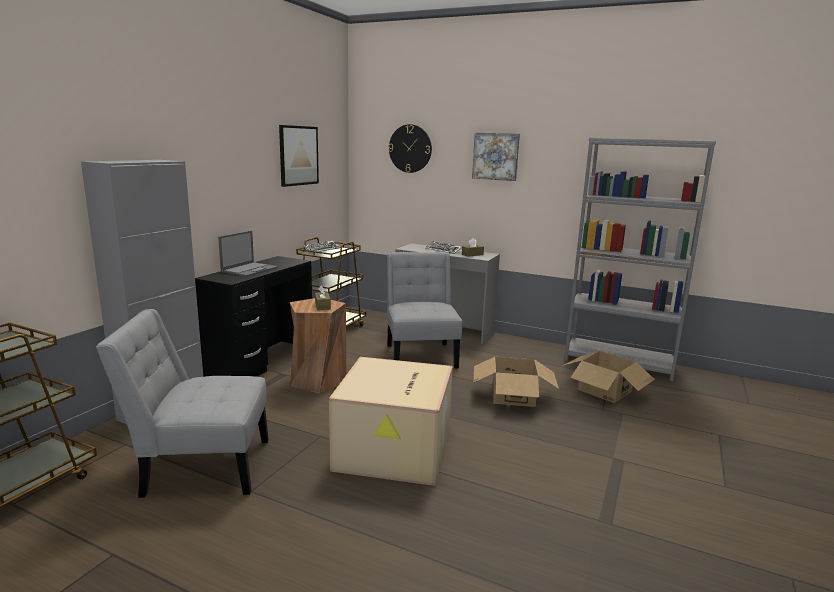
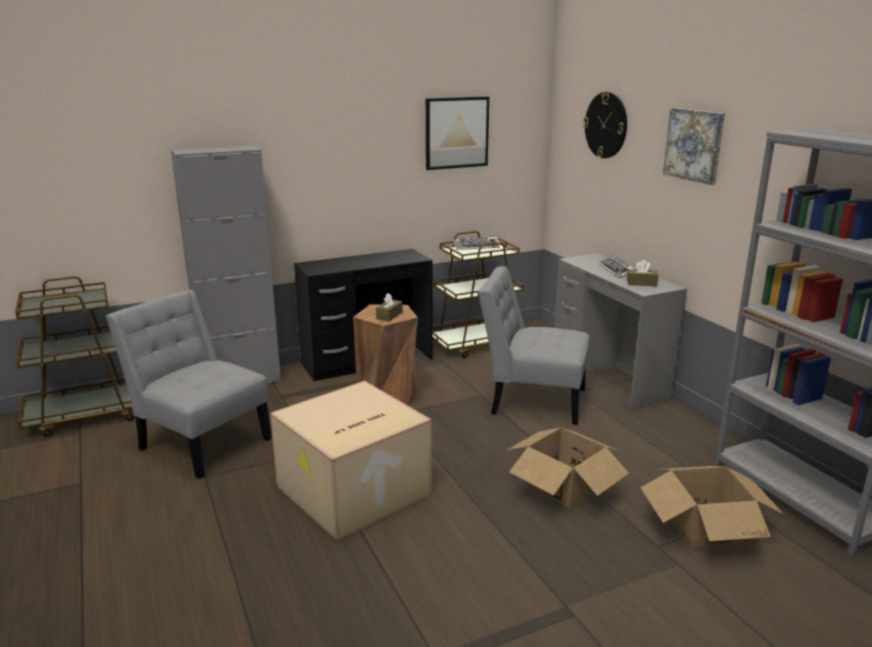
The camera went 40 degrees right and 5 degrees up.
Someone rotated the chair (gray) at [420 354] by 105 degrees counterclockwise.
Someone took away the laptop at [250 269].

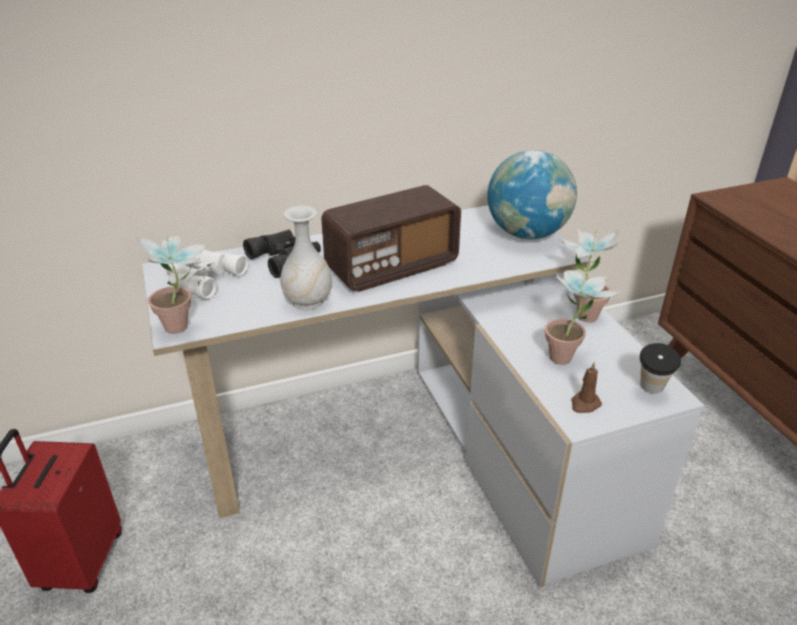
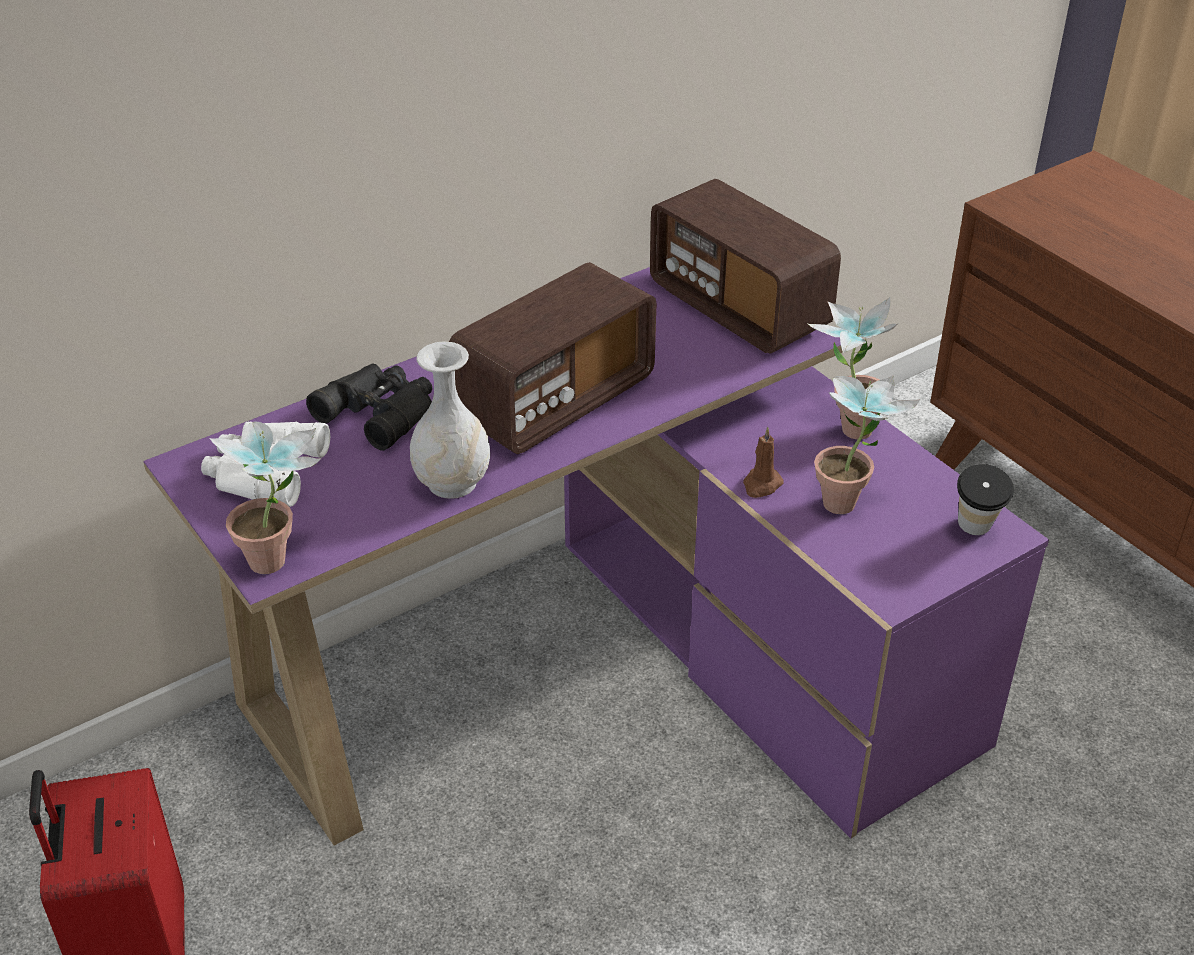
The camera went 15 degrees left and 5 degrees up.
Someone repainted the desk (whitish) at [420 446], which became the desk (purple-coloured) at [610 667].
Someone swapped the desk globe at [527 233] for the radio receiver at [739 308].
Someone carried the candle (brown) from [584 404] to [761 485].

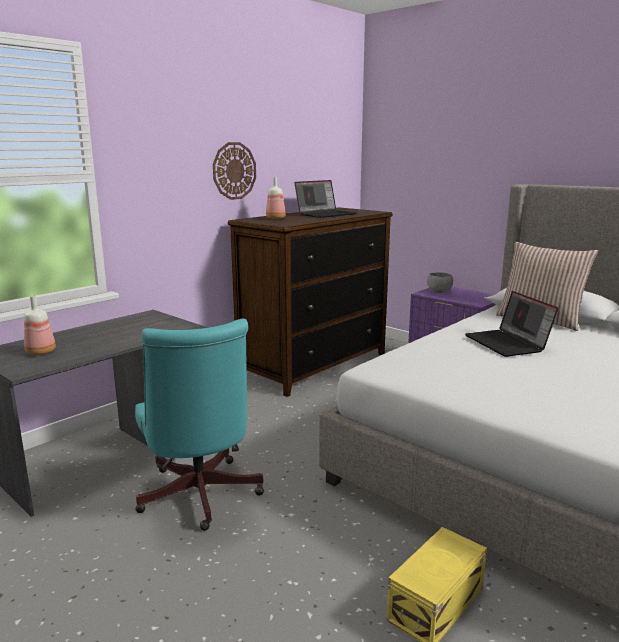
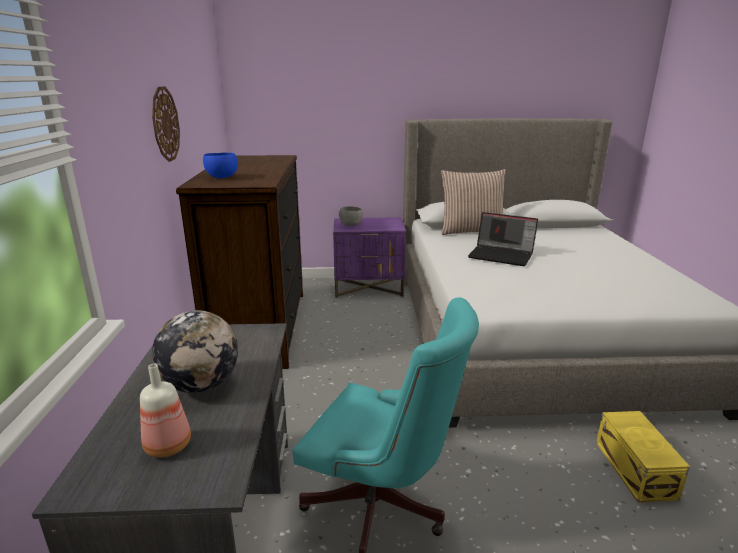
The camera went 45 degrees left and 5 degrees up.
Someone put down the desk globe at [201 385].
Someone swapped the drink bottle at [275 218] for the serving bowl (blue-coloured) at [221 177].
Someone took away the laptop at [326 214].

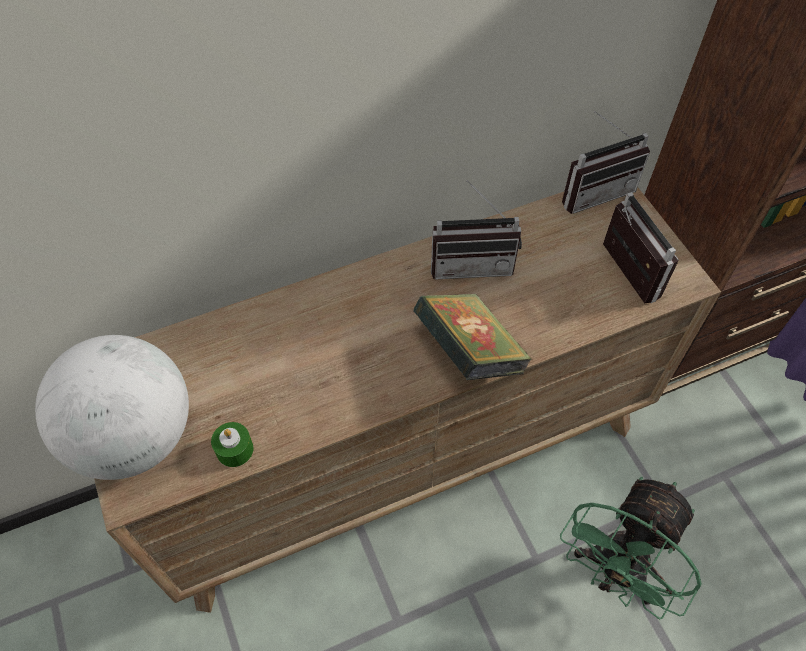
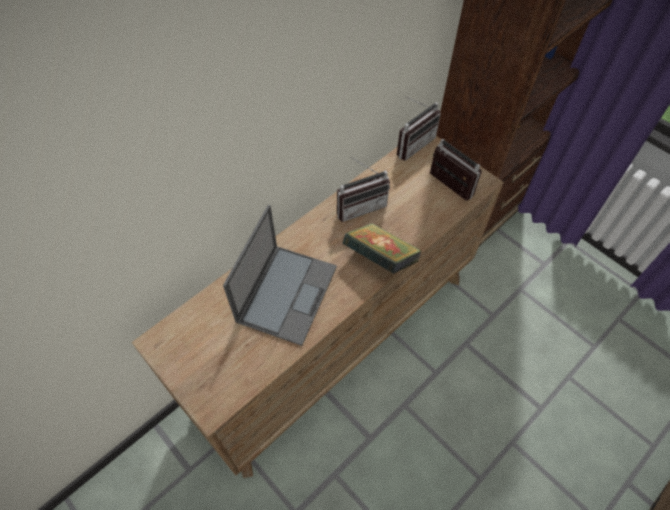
The camera went 20 degrees left and 0 degrees up.
Someone put down the laptop at [287 292].
Someone took away the desk globe at [134 437].
Someone took away the candle (green-coloured) at [234 449].
Someone took away the fan (green-coloured) at [614 571].

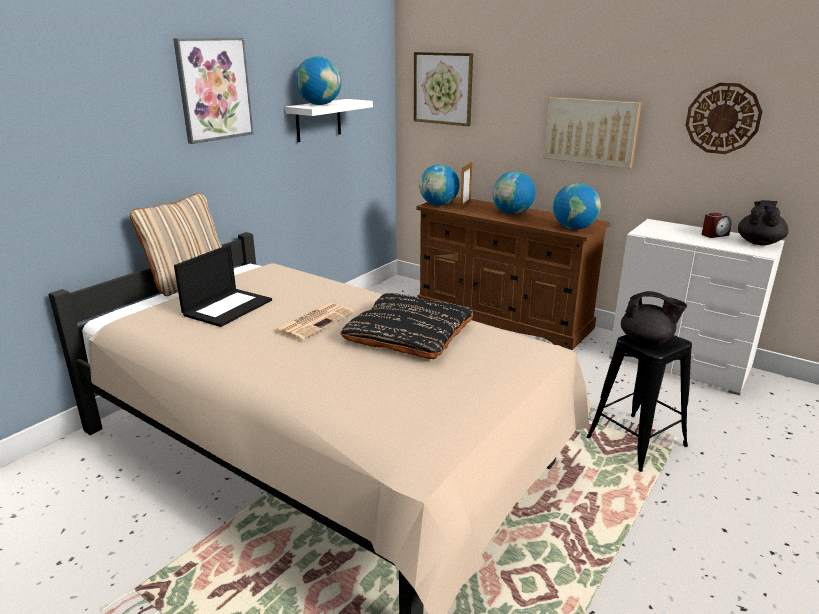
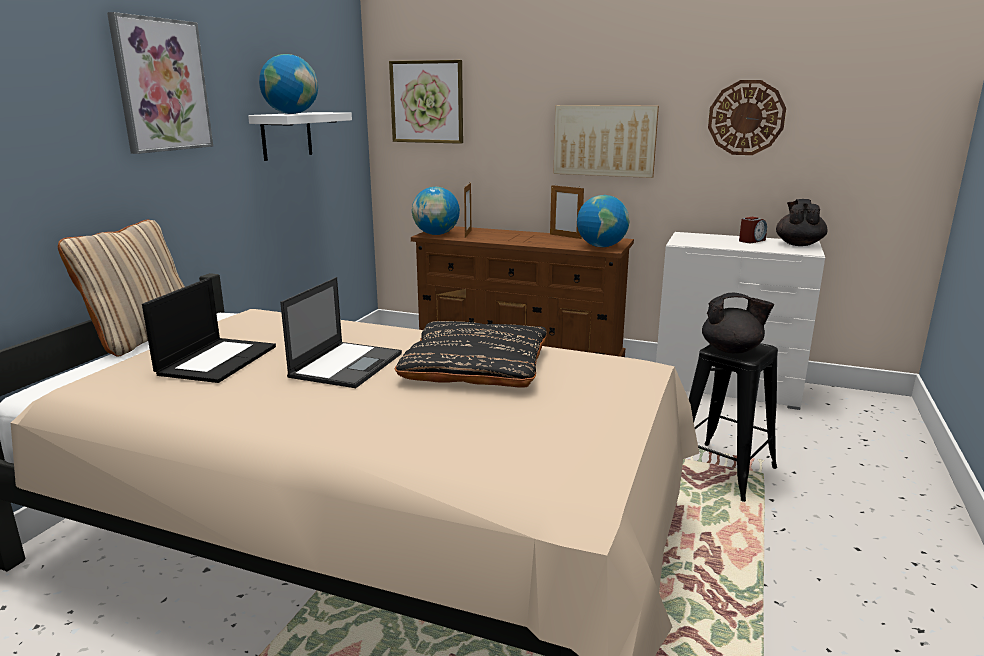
The camera went 15 degrees left and 5 degrees down.
Someone swapped the printed paper at [314 322] for the laptop at [347 364].
Someone put down the standing frame at [565 236].
Someone took away the desk globe at [512 213].

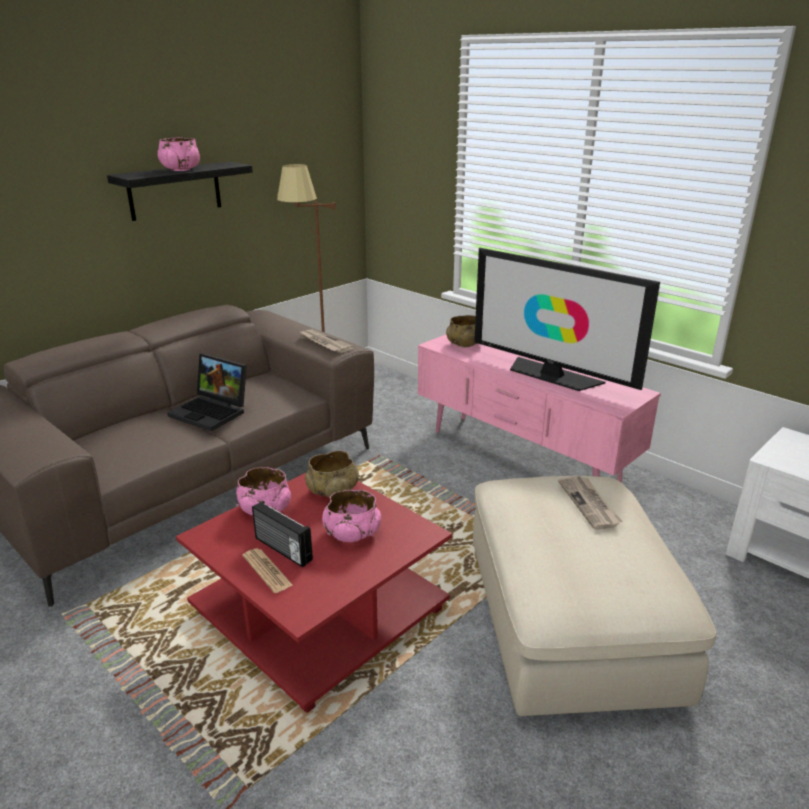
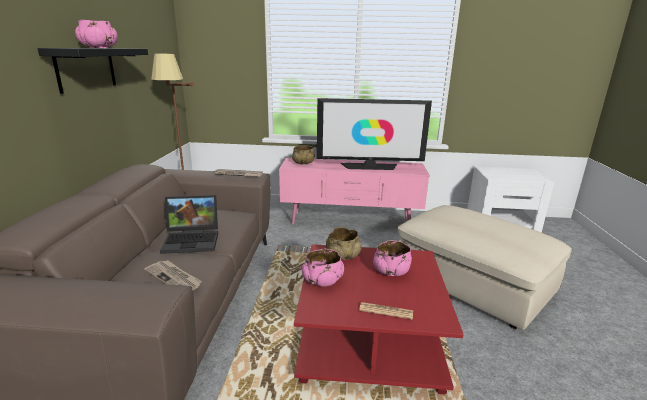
The camera went 40 degrees left and 5 degrees down.
Someone carried the printed paper from [589 504] to [174 278].
Someone took away the radio receiver at [282 549].

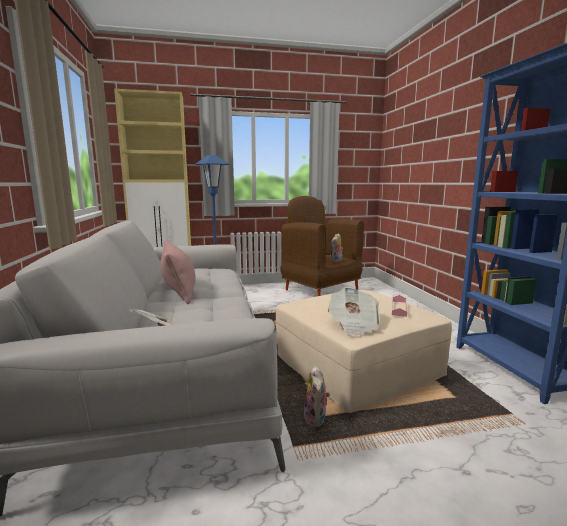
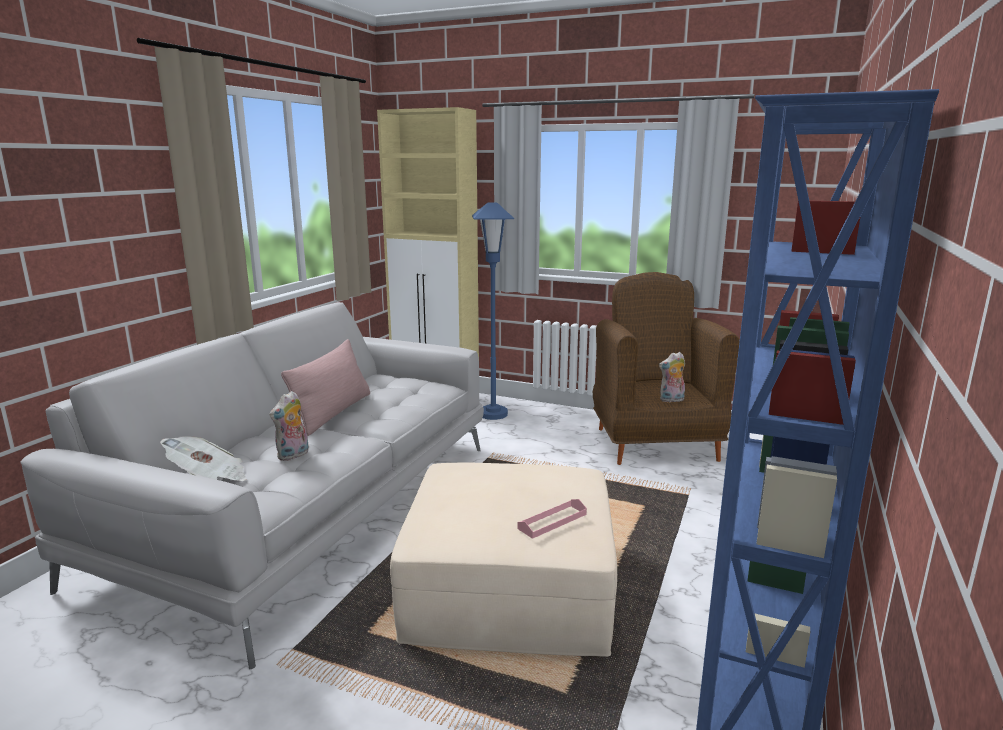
The camera went 35 degrees right and 5 degrees up.
Someone carried the plush toy from [316 420] to [293 455].
Someone took away the printed paper at [353 325].

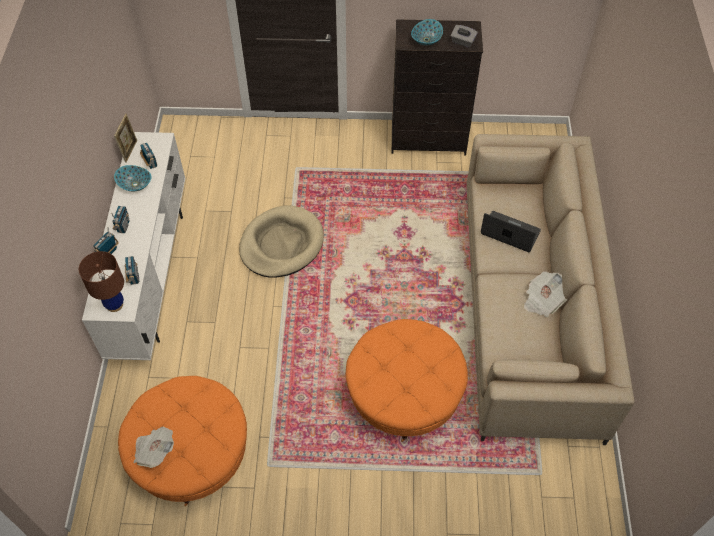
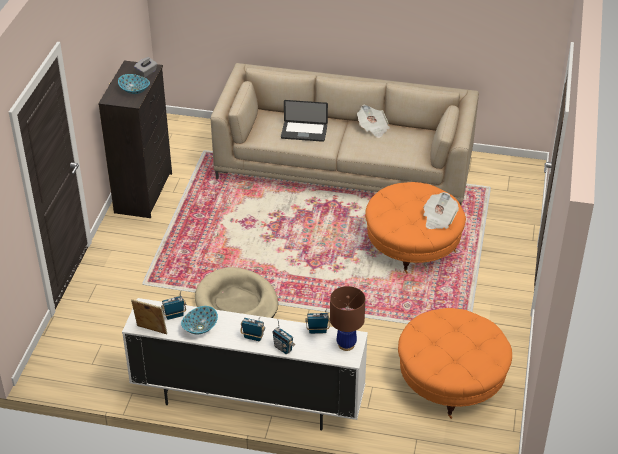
The camera went 80 degrees left and 15 degrees down.
Someone rotated the laptop at [510 232] by 120 degrees counterclockwise.
Someone carried the printed paper from [155 451] to [438 219].

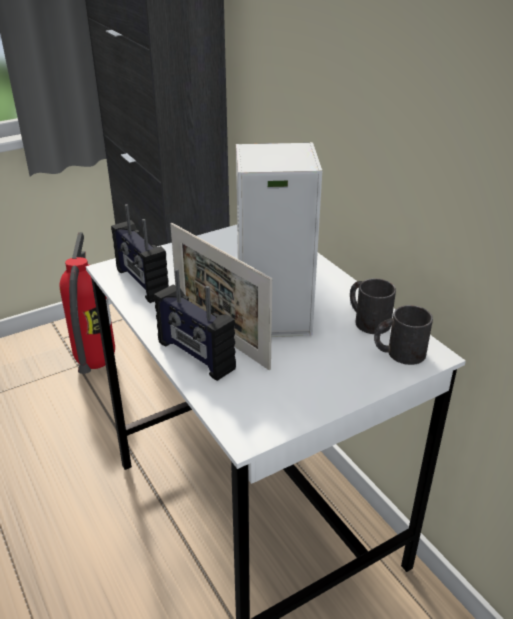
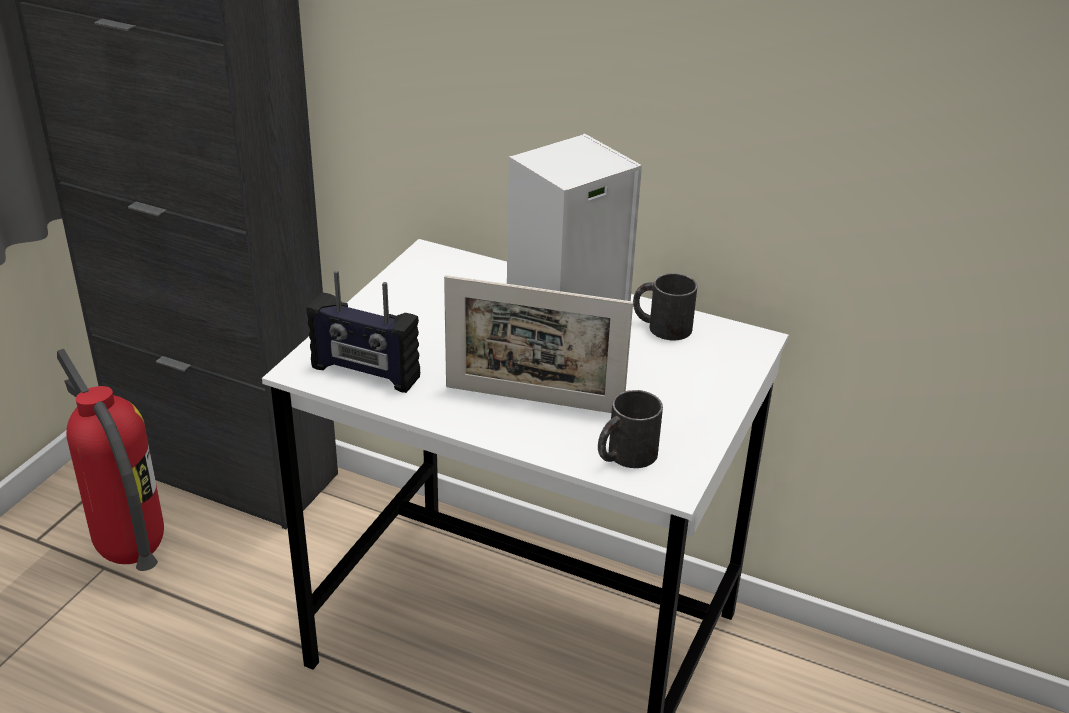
The camera went 35 degrees left and 0 degrees up.
Someone carried the tea mug (black) from [398 353] to [624 456].
Someone took away the radio receiver at [195 356].

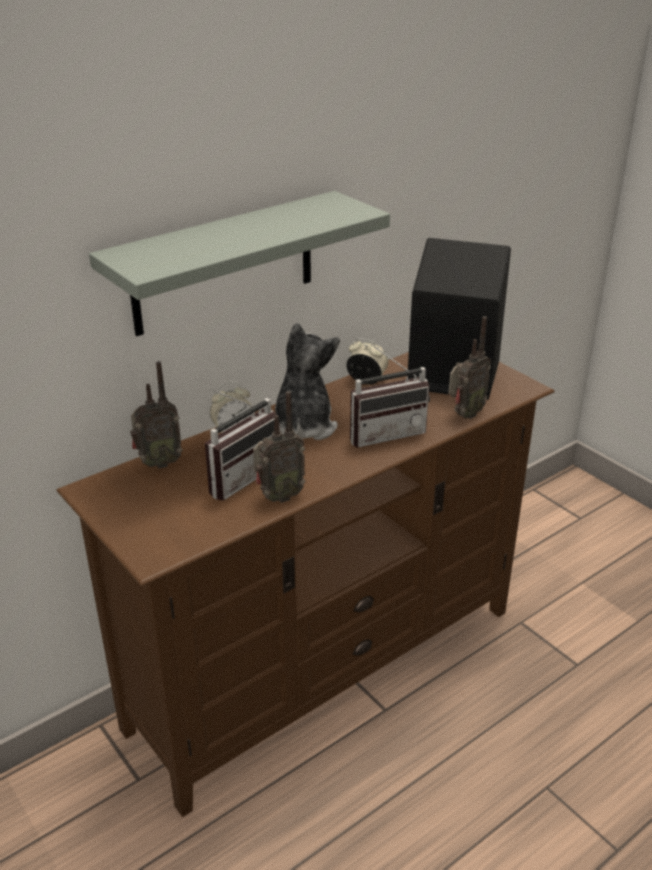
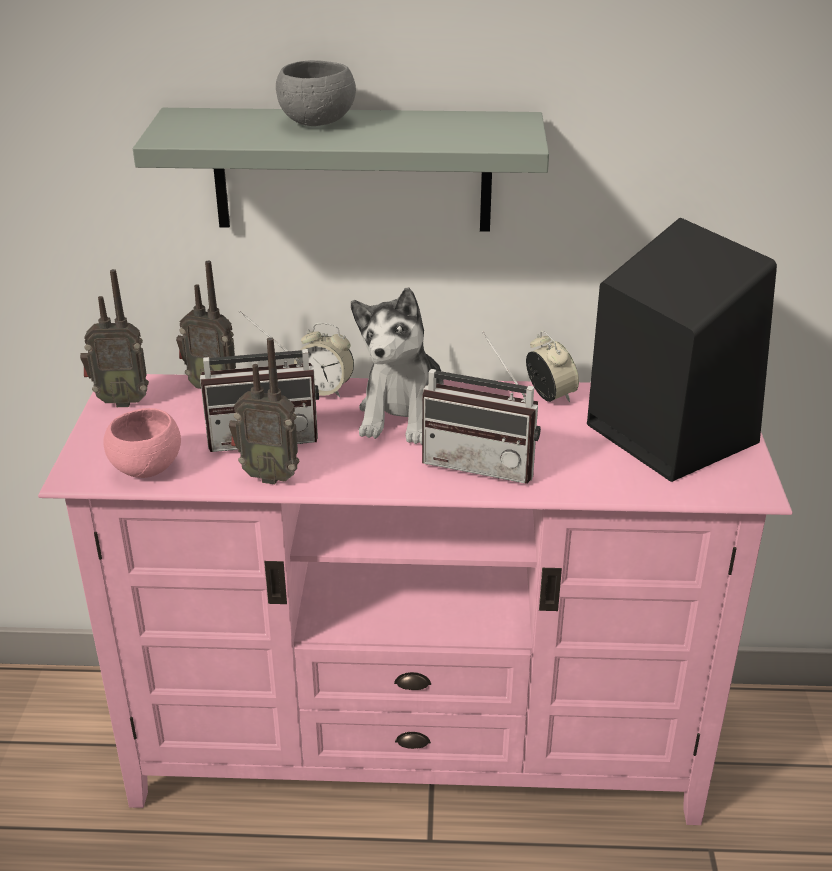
The camera went 40 degrees right and 0 degrees up.
Someone repainted the media console (brown) at [325 665], which became the media console (pinkish) at [417 750].
Someone carried the radio receiver from [464 415] to [121 401].
Someone put down the serving bowl (pinkish) at [147 468].
Someone put down the serving bowl (gray) at [317 122].
Someone rotated the plush toy at [303 425] by 150 degrees clockwise.

